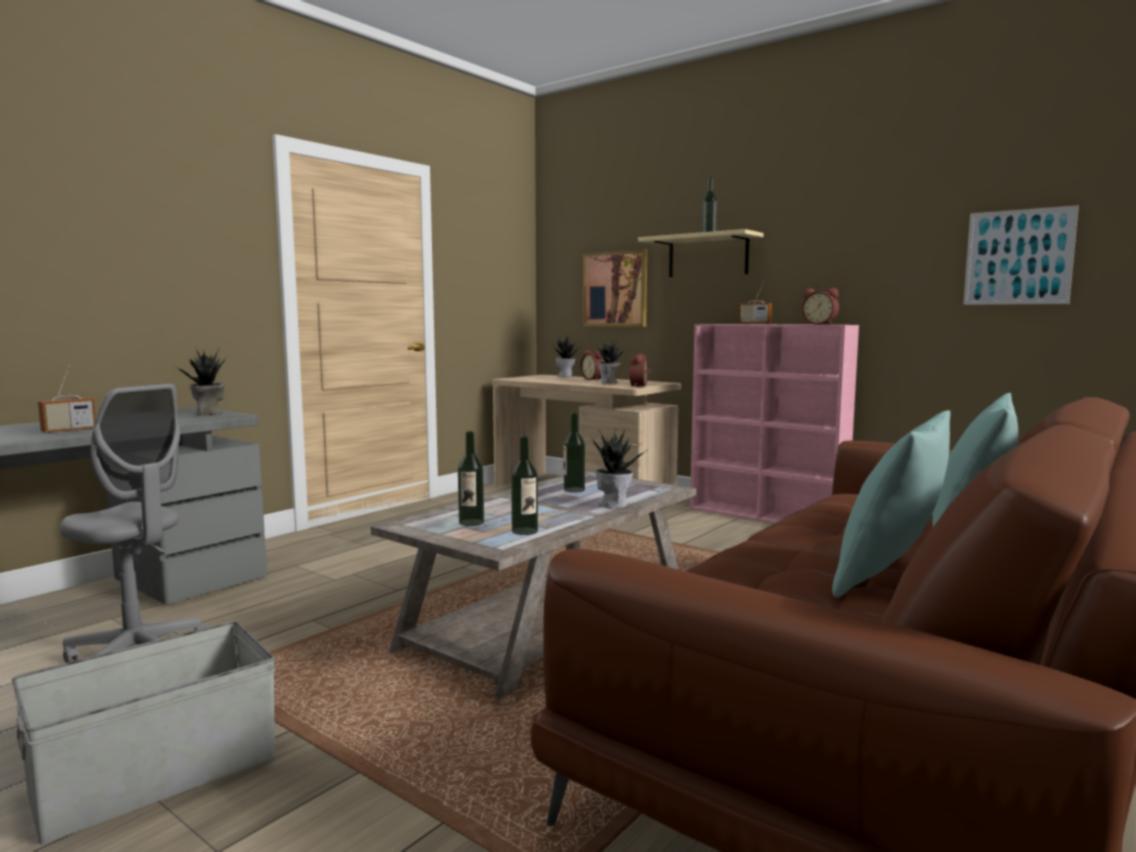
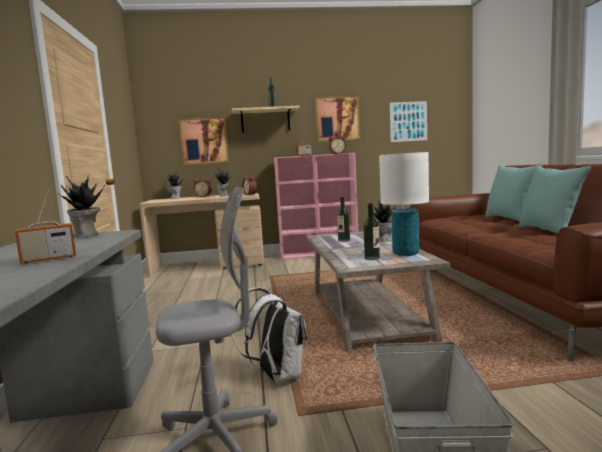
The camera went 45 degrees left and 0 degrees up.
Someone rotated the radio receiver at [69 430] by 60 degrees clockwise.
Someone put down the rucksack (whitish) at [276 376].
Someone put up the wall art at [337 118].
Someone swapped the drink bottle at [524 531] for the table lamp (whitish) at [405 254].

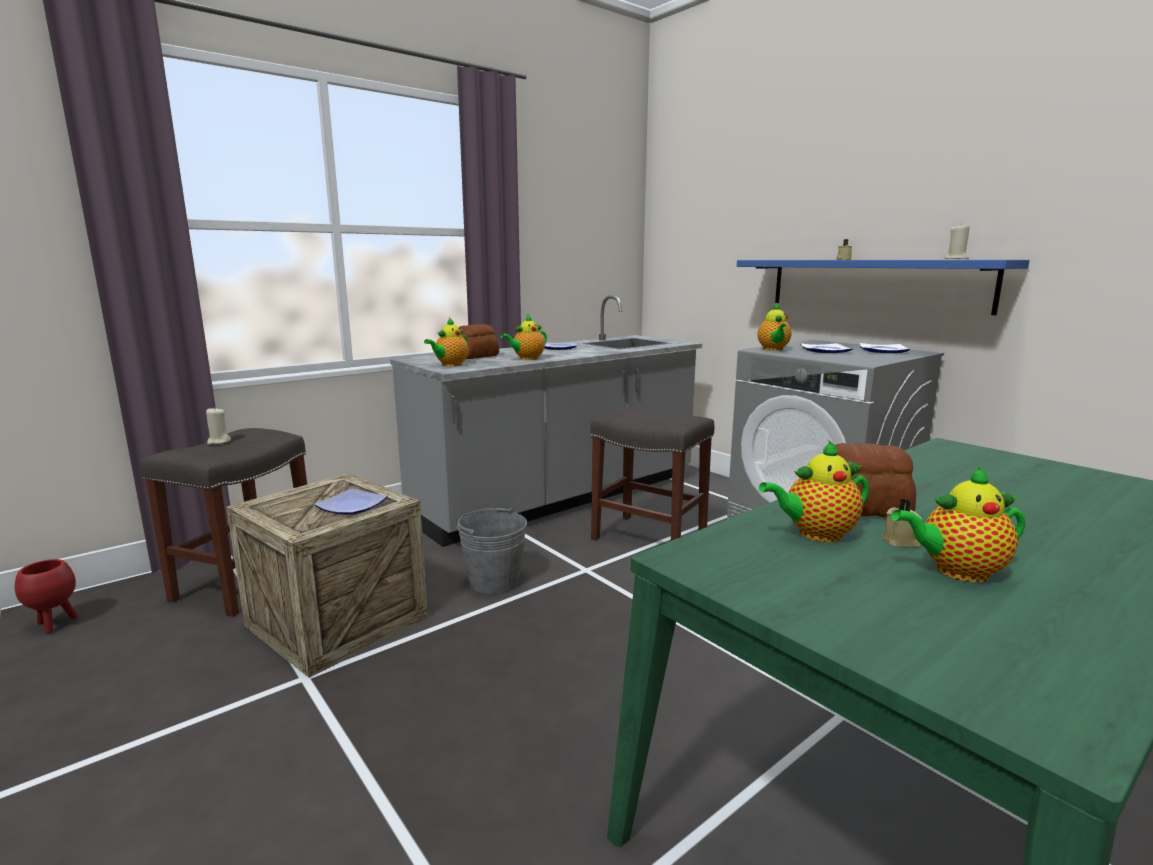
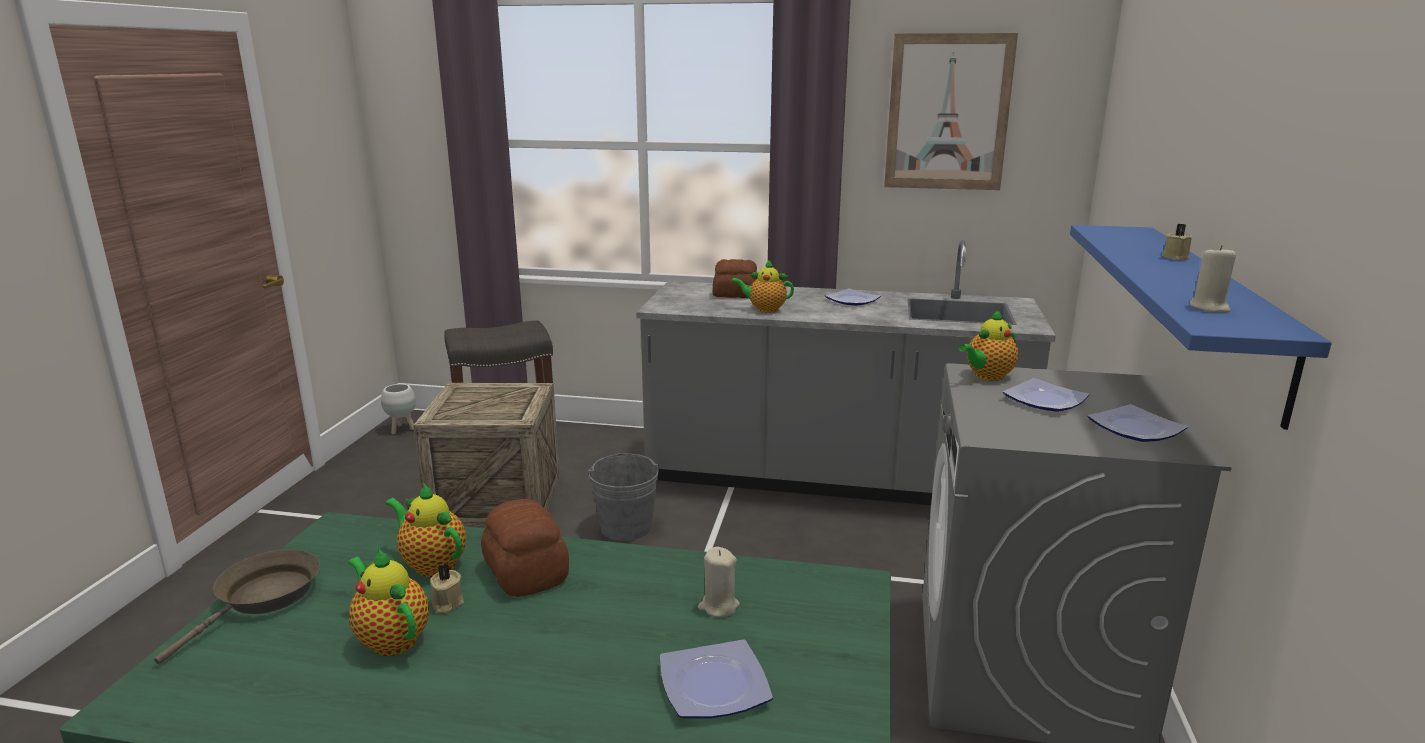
The camera went 50 degrees right and 5 degrees up.
Someone put down the pan (brown) at [263 598].
Someone repainted the plant pot (red) at [55 624], which became the plant pot (whitish) at [402 429].
Someone carried the flat dish from [353 506] to [716 687].
Someone carried the candle (sand-coloured) from [219 441] to [718 606].
Someone put up the wall art at [948 113].
Someone took away the pot for tea at [450 365].
Someone took away the stool (gray) at [650 538].

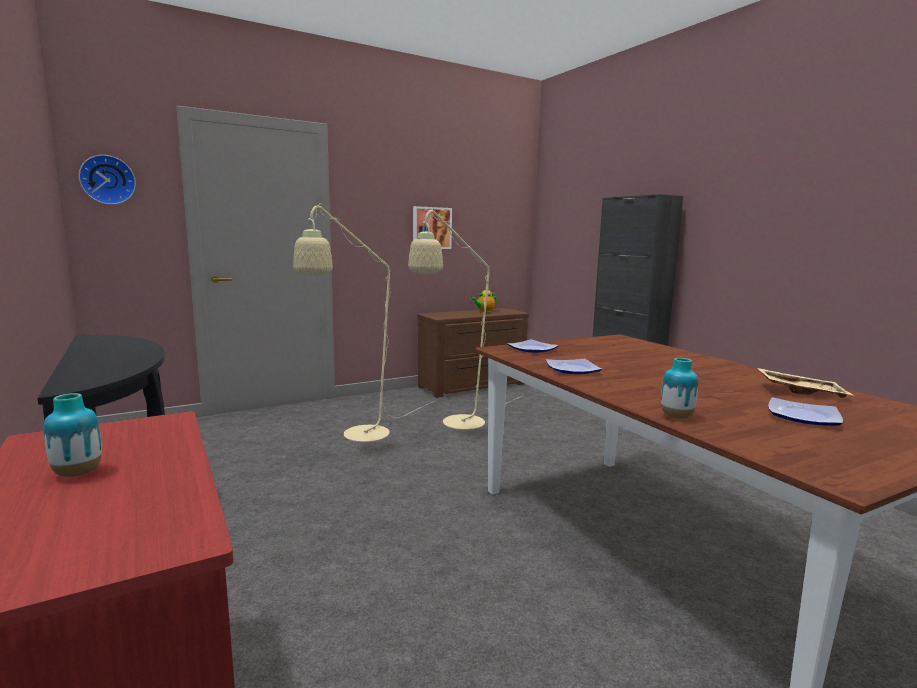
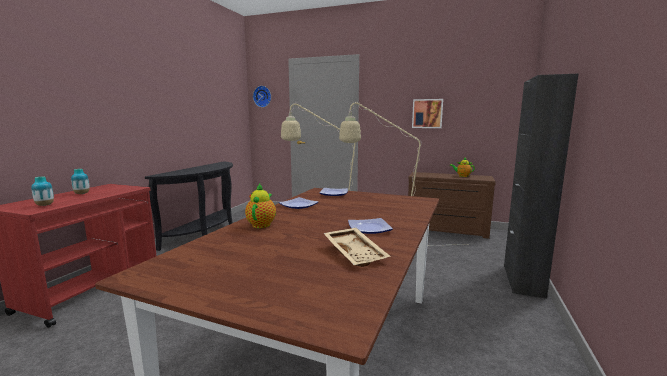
The camera went 50 degrees right and 0 degrees up.
Someone carried the decorative vase from [676 417] to [45 205].
Someone put down the pot for tea at [262 224].
Someone carried the flat dish from [801 416] to [370 228].

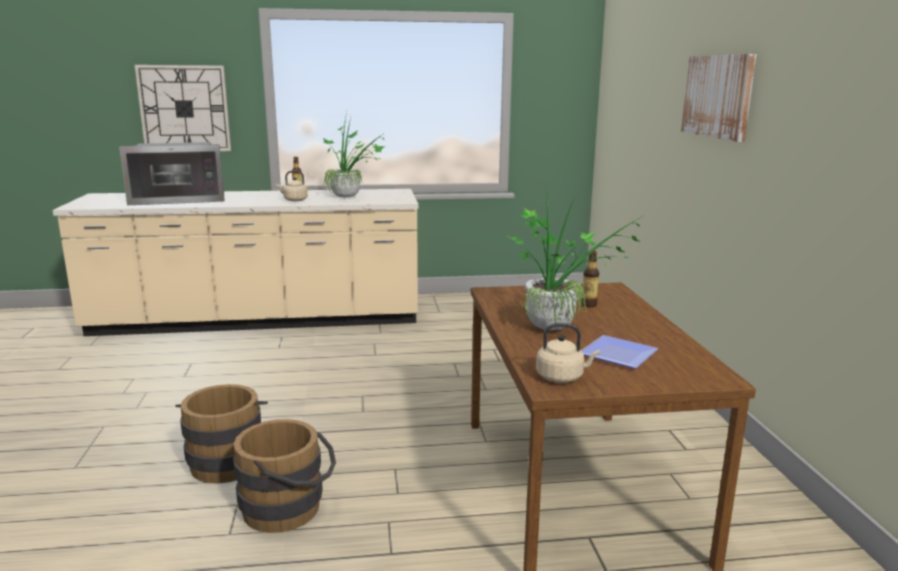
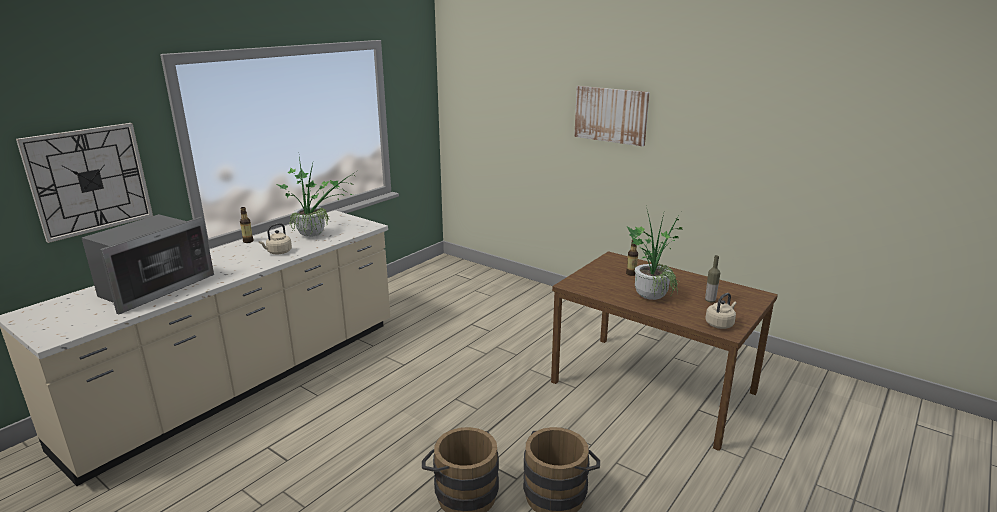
The camera went 45 degrees left and 5 degrees up.
Someone swapped the flat dish at [619 356] for the drink bottle at [710 300].

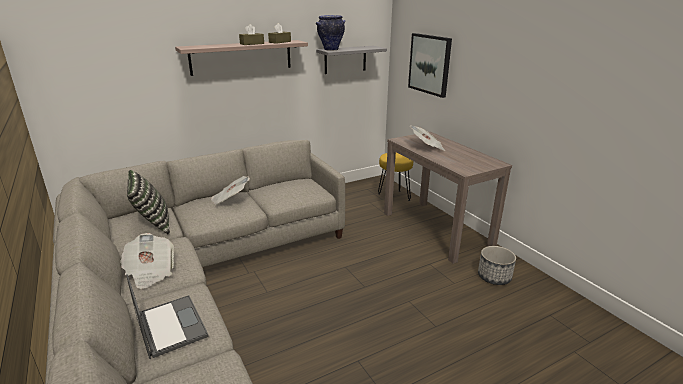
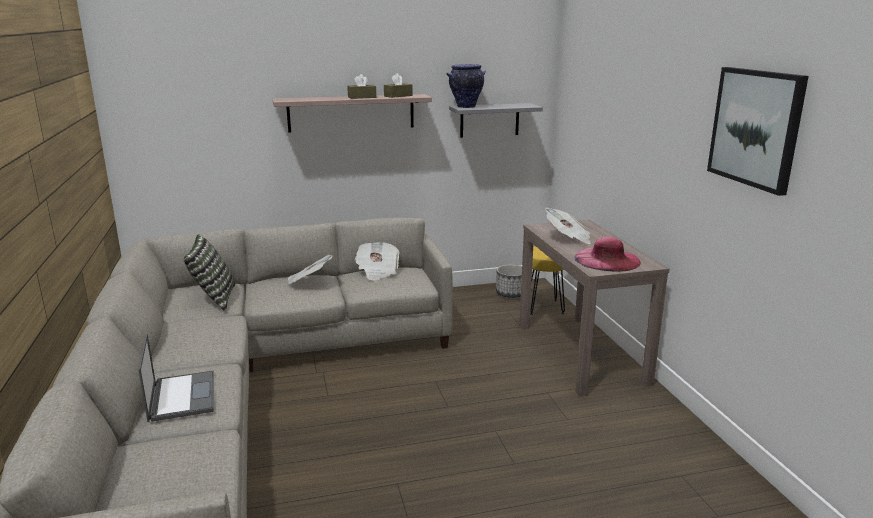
The camera went 15 degrees right and 5 degrees down.
Someone carried the printed paper from [150 272] to [377 271].
Someone carried the plant pot from [494 277] to [511 293].
Someone put down the clothing hat (pinkish) at [607 259].
Someone carried the wall art from [430 64] to [756 128].

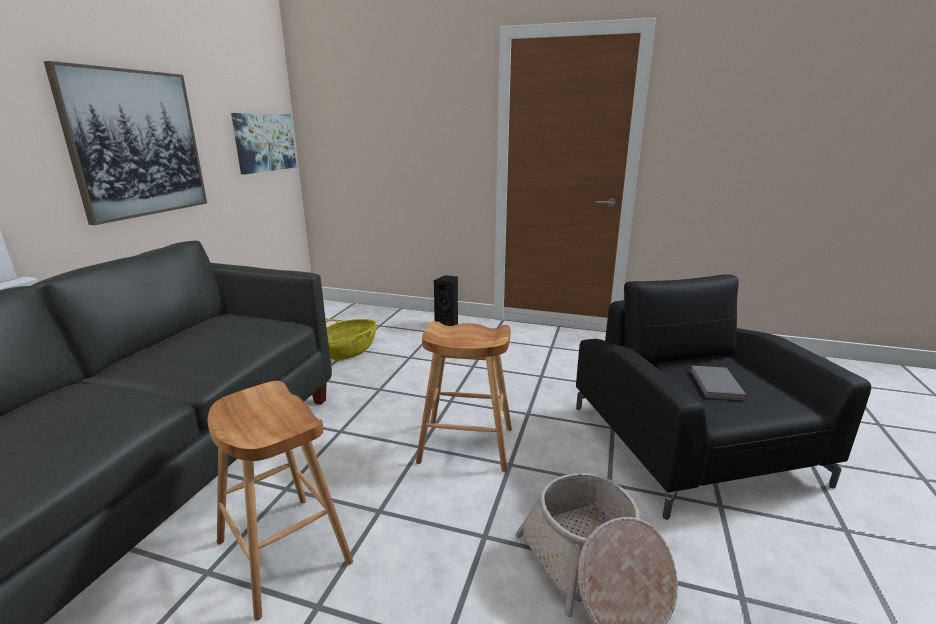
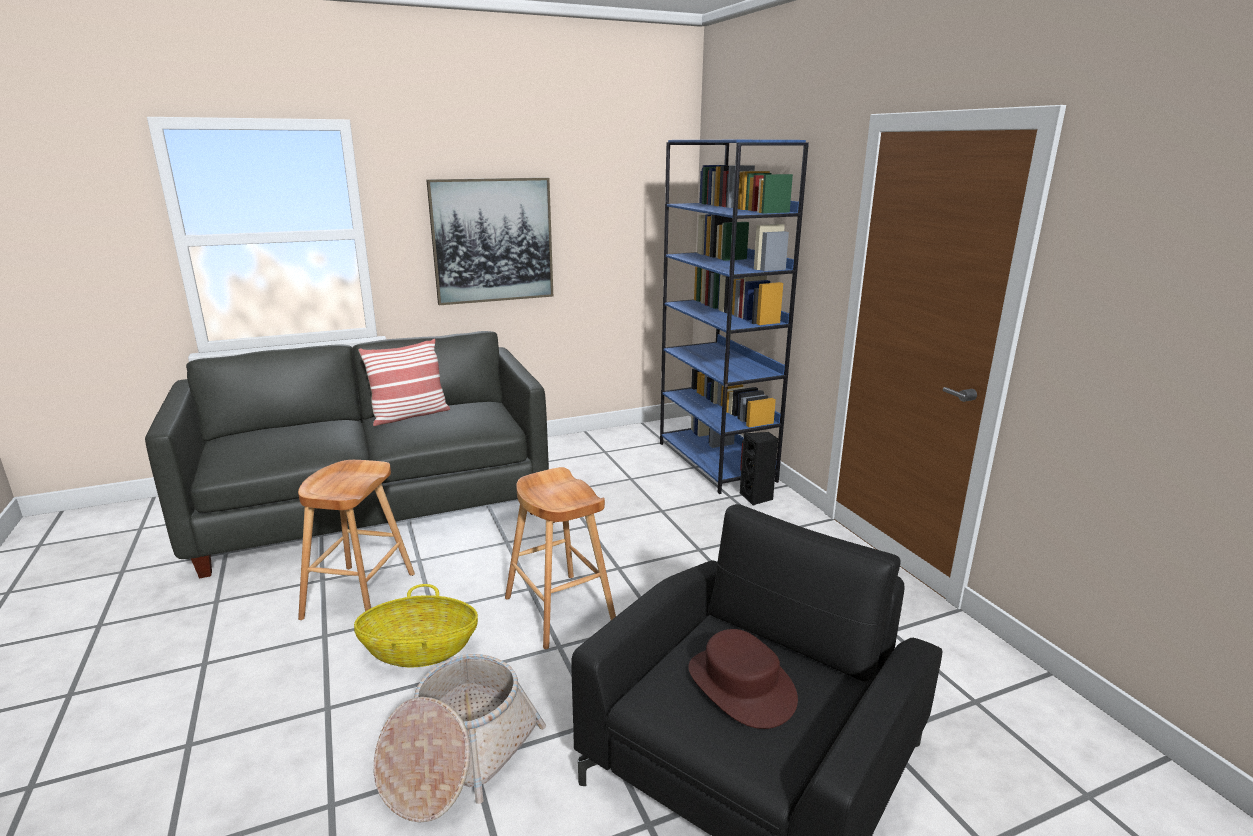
The camera went 50 degrees right and 0 degrees up.
Someone carried the storage basket from [348 351] to [420 650].
Someone put down the throw pillow at [409 415].
Someone put down the shelving unit (blue-coloured) at [716 462].
Someone swapped the bound book (gray) at [715 385] for the clothing hat (brown) at [740 686].
Someone took away the wall art at [264 142].

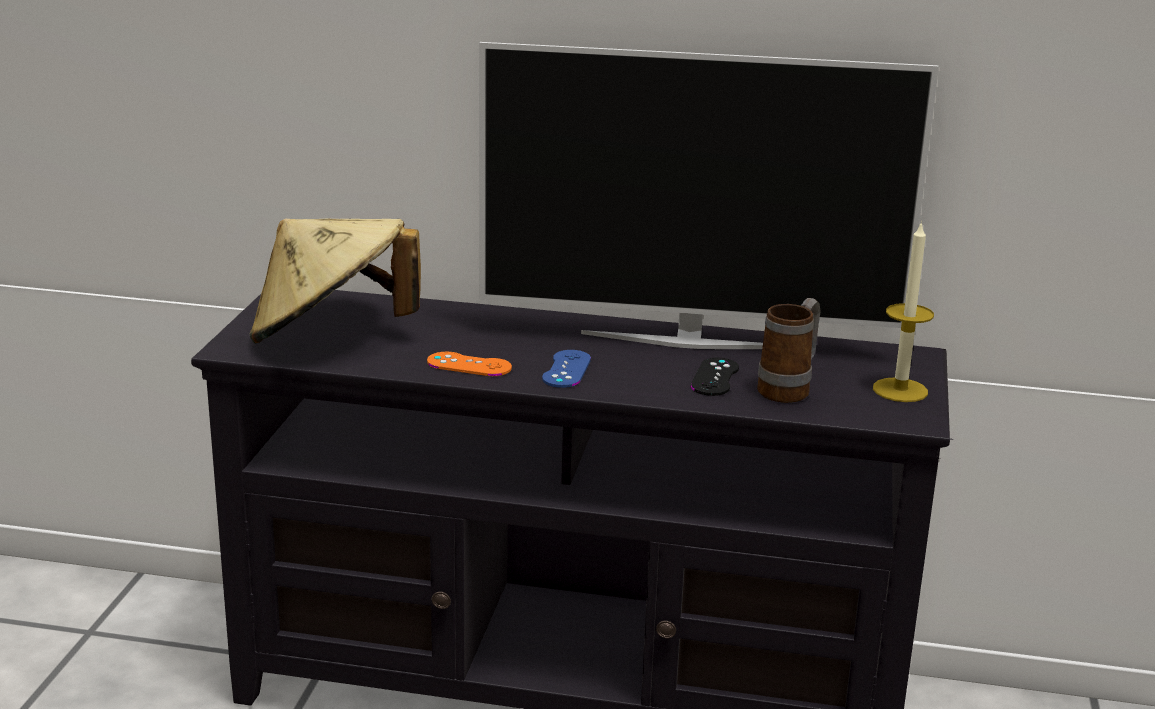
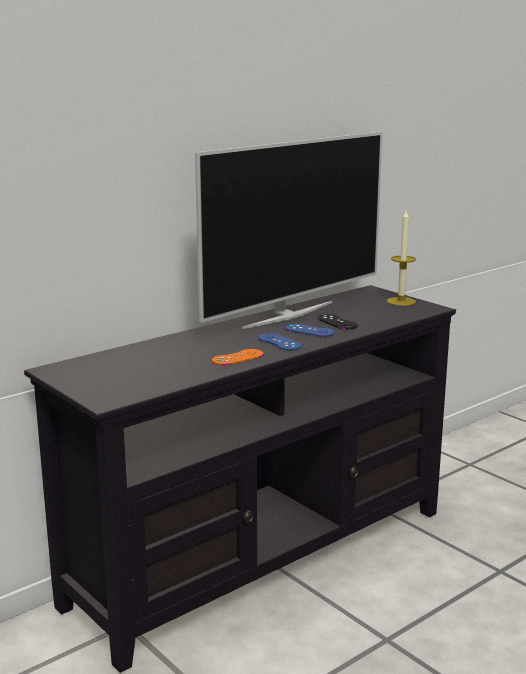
The camera went 50 degrees left and 5 degrees down.
Someone put down the gamepad (blue-coloured) at [309 331].
Someone took away the clothing hat (sand-coloured) at [331 335].
Someone took away the tea mug at [789 389].

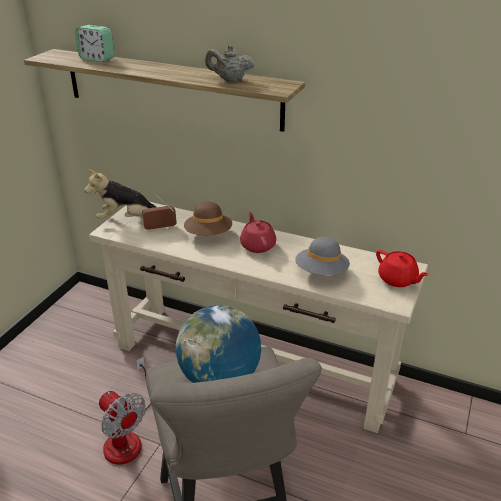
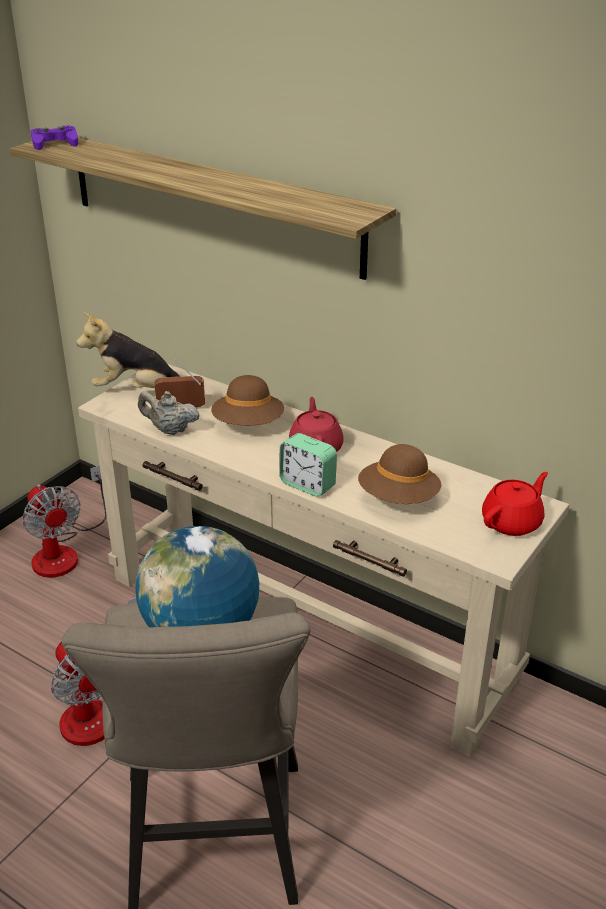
The camera went 10 degrees right and 0 degrees up.
Someone put down the fan at [64 551].
Someone put down the gamepad (purple-coloured) at [55 144].
Someone carried the pot for tea (sand-coloured) from [230 80] to [169 430].
Someone carried the alarm clock from [97 59] to [307 484].
Someone repainted the clothing hat (gray) at [321 272], which became the clothing hat (brown) at [398 498].
Someone rotated the pot for tea (red) at [398 280] by 105 degrees counterclockwise.

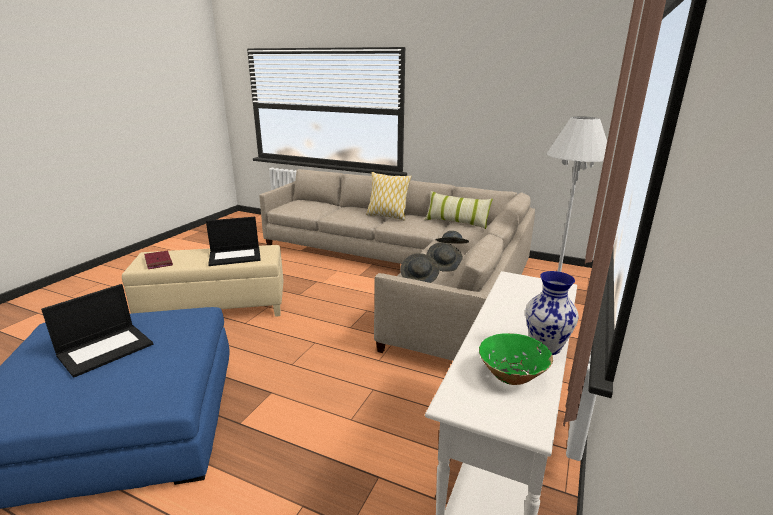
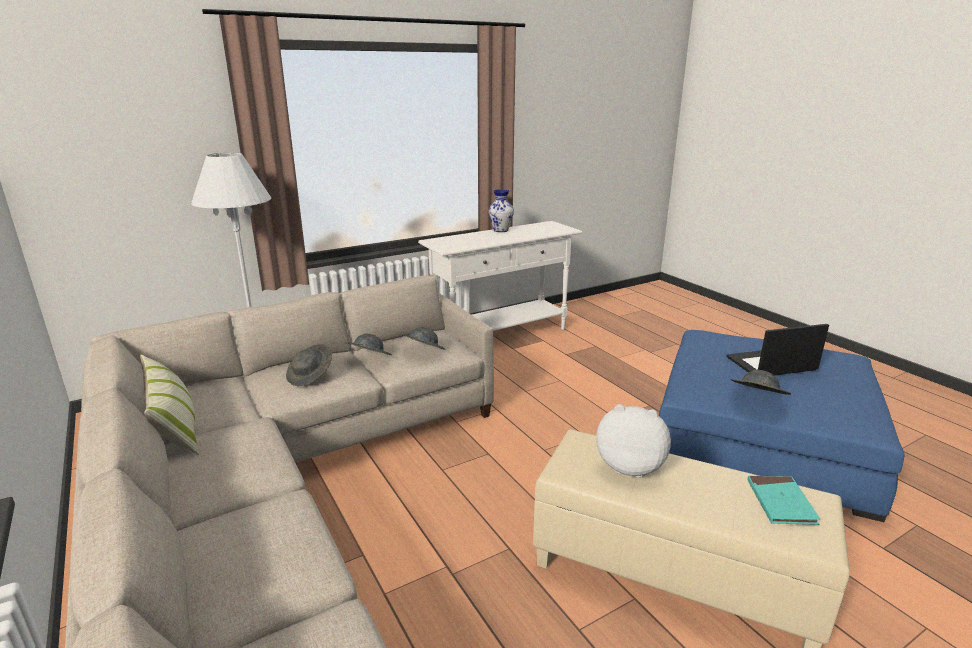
The camera went 145 degrees left and 0 degrees up.
Someone swapped the laptop at [235 256] for the plush toy at [630 466].
Someone put down the clothing hat (gray) at [756 398].
Someone repainted the bound book (red) at [158 261], which became the bound book (turquoise-coloured) at [780 502].
Someone took away the throw pillow at [387 216].
Someone took away the serving bowl (green-coloured) at [512 375].

